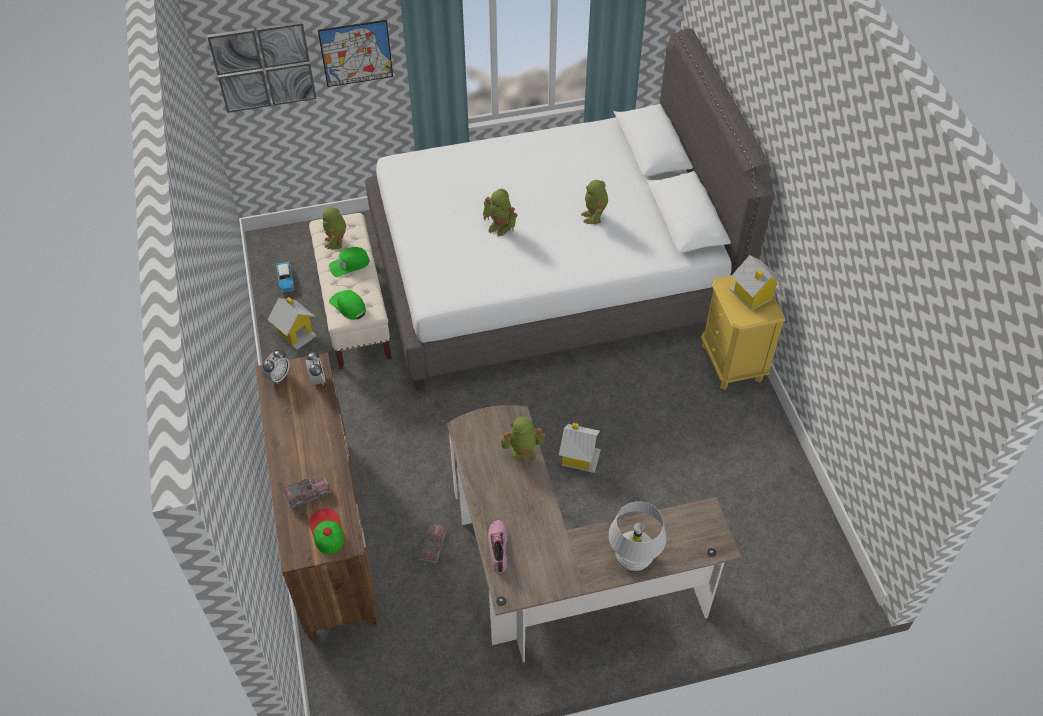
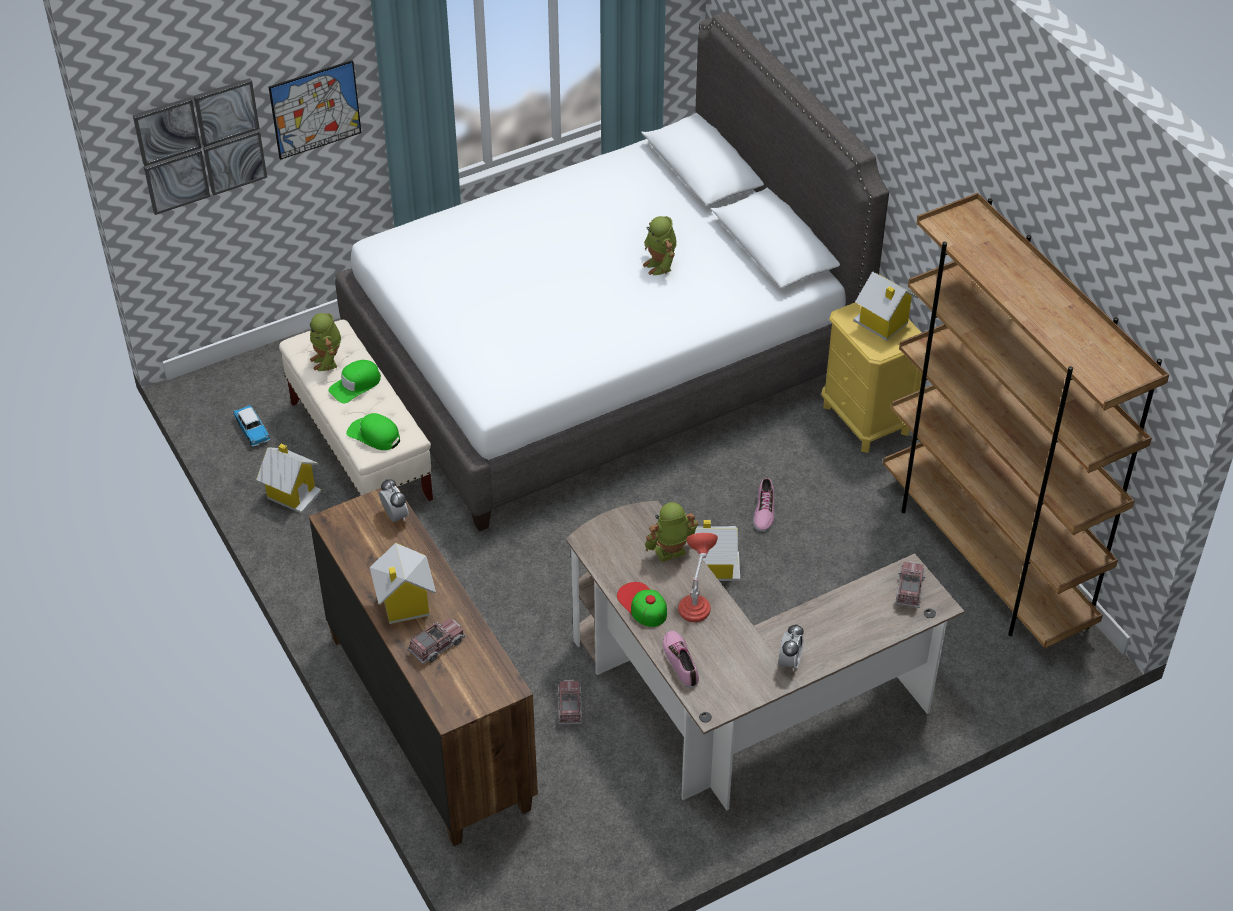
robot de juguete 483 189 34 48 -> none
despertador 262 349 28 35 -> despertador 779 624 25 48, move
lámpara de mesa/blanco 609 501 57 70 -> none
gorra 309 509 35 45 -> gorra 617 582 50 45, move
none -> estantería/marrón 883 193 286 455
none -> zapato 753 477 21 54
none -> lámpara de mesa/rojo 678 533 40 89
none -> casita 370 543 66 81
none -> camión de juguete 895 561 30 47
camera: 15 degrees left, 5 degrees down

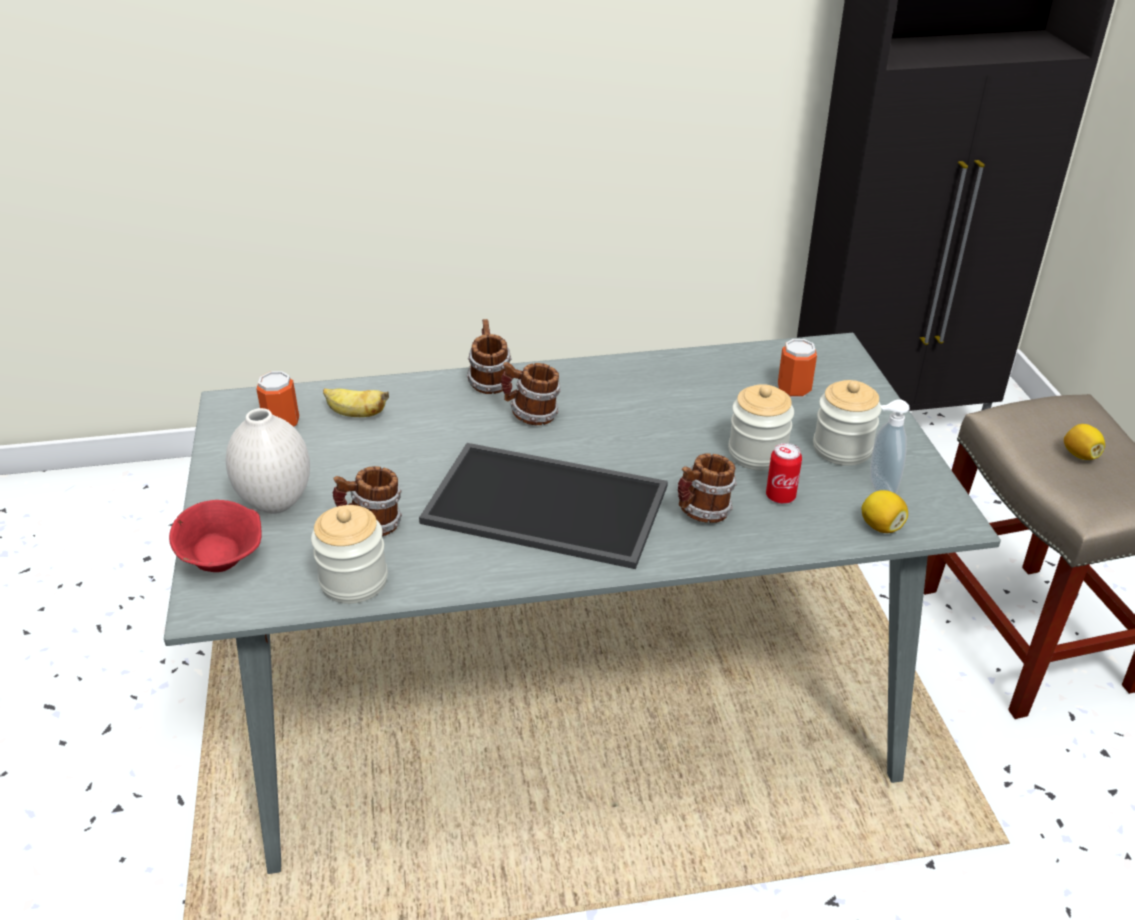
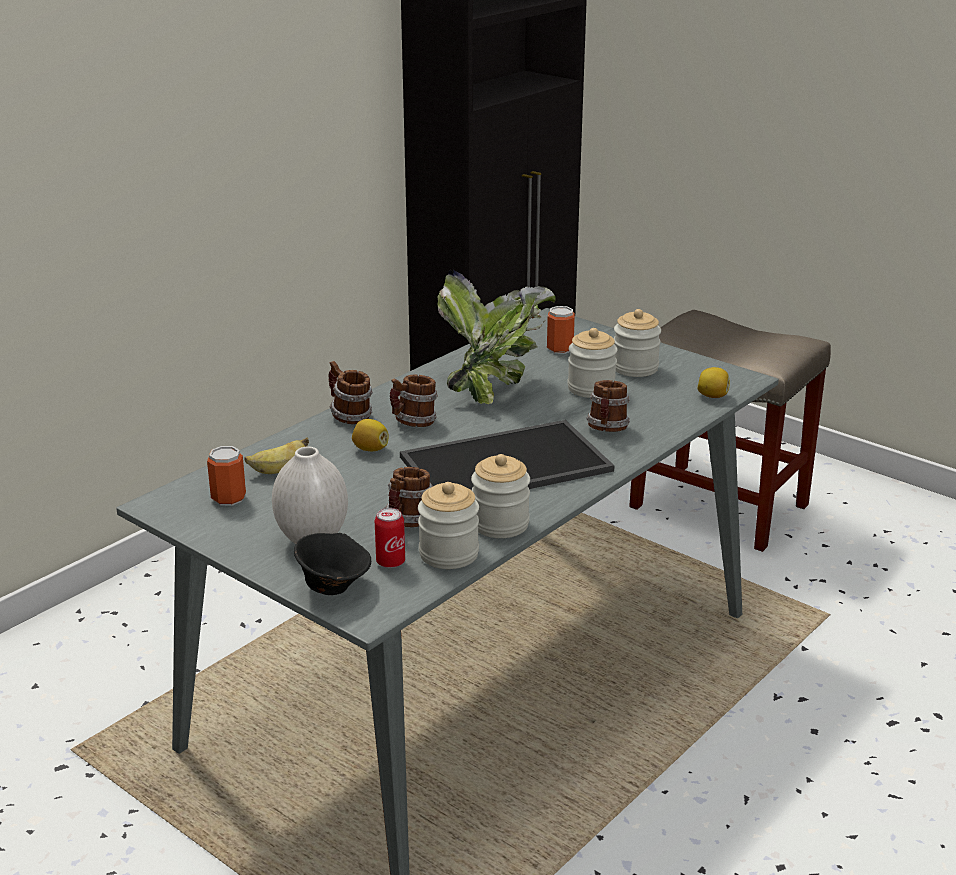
dispensador de jabón 870 399 40 95 -> none
limón 1064 424 41 36 -> limón 352 419 36 32, move
lata 766 443 36 61 -> lata 375 508 30 60, move
cuenco/rojo 169 500 92 72 -> cuenco/negro 294 533 77 62
none -> planta en maceta 437 269 118 135
none -> tarro 471 454 59 84
camera: 40 degrees left, 10 degrees down

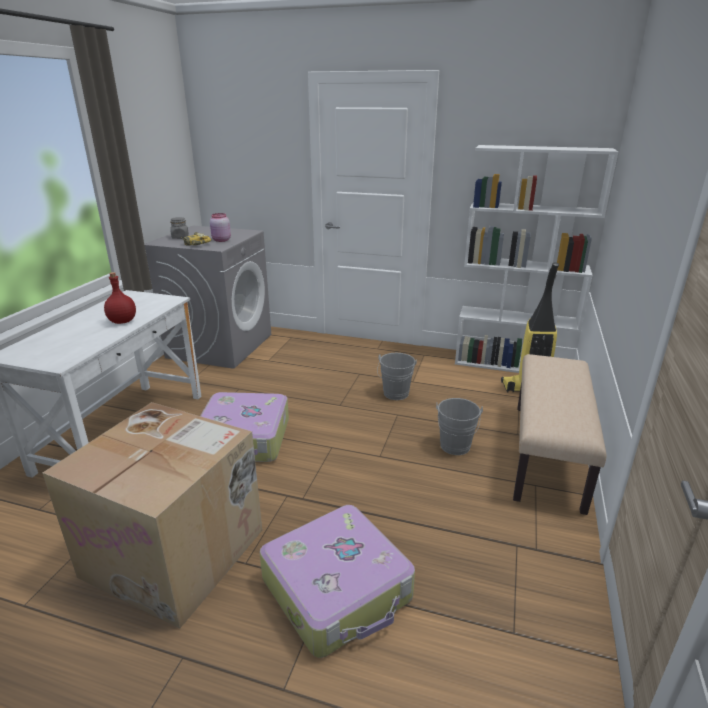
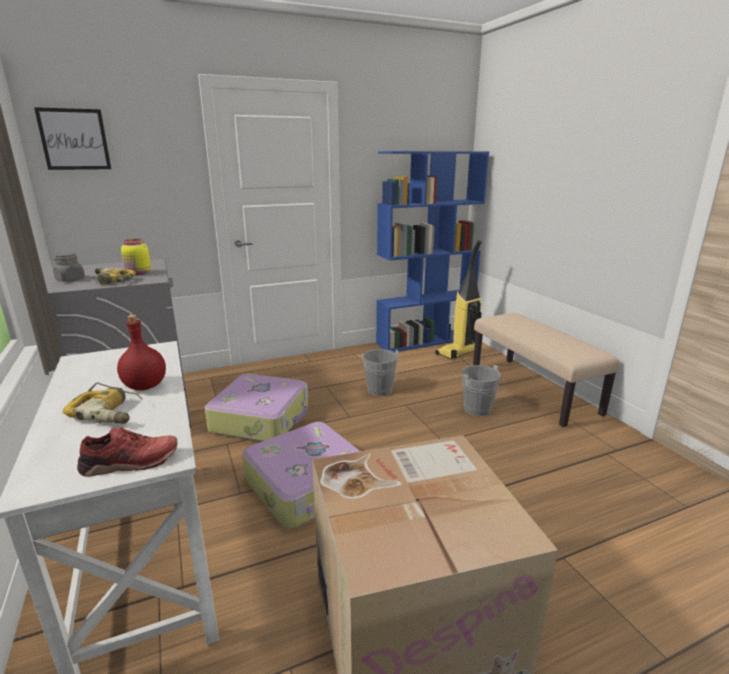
estantería/blanco 455 145 163 228 -> estantería/azul 376 151 113 201
tarro/rosa 210 213 21 29 -> tarro/amarillo 121 239 30 36
maleta 260 505 155 153 -> maleta 205 374 103 67, move
none -> cuadro 34 107 77 63
none -> taladro 62 383 81 41
none -> zapato/rojo 77 427 100 50
camera: 40 degrees left, 5 degrees down

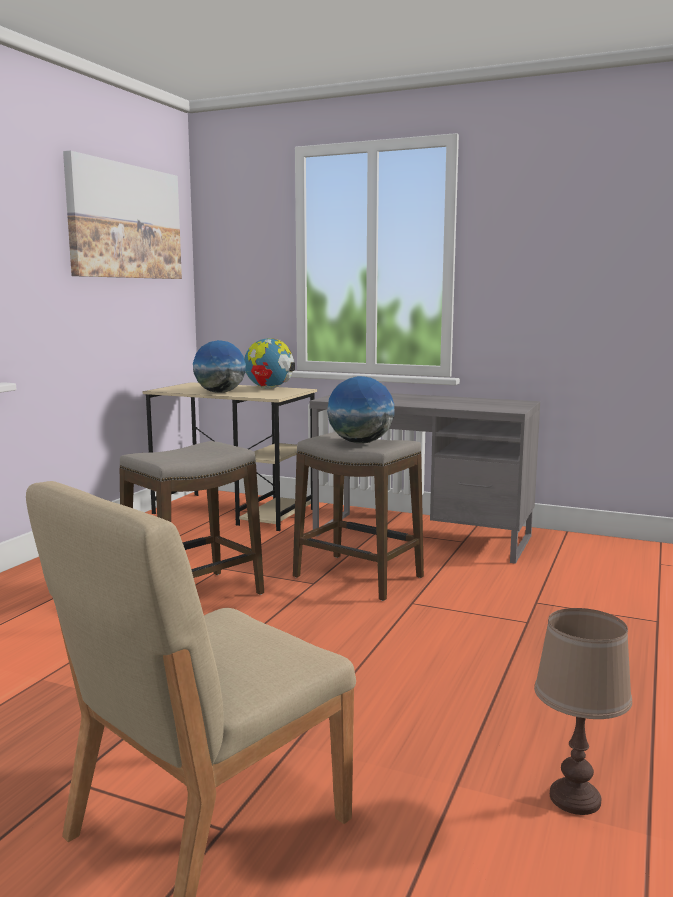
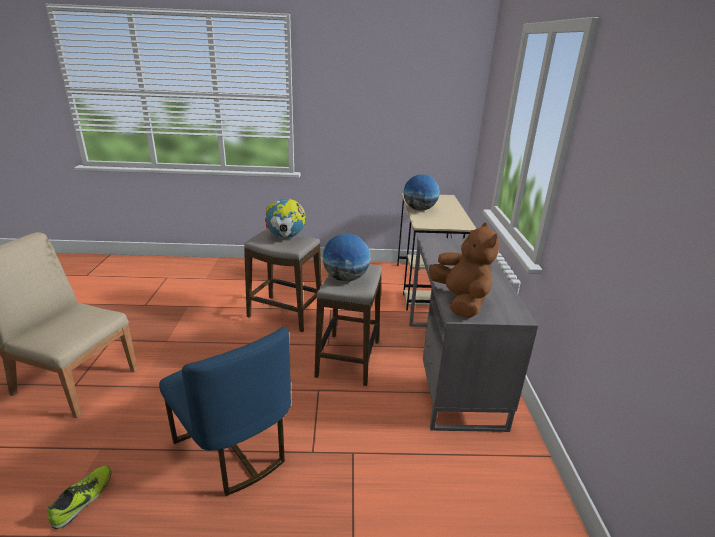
cuadro 63 151 119 128 -> none
globo terráqueo 244 338 51 51 -> globo terráqueo 265 199 41 39, move
lámpara de mesa/marrón 534 608 98 207 -> zapato 47 466 64 63
none -> peluche/marrón 429 223 70 95
none -> silla/azul 159 327 132 169
camera: 65 degrees right, 15 degrees up

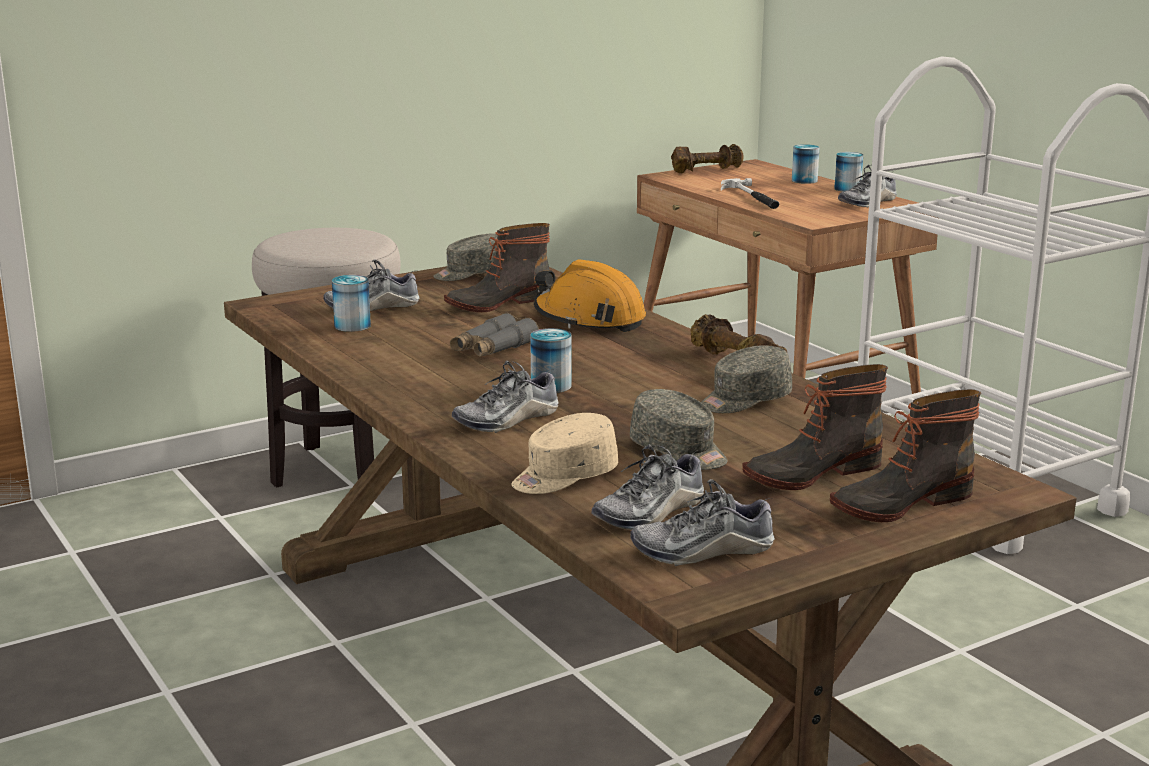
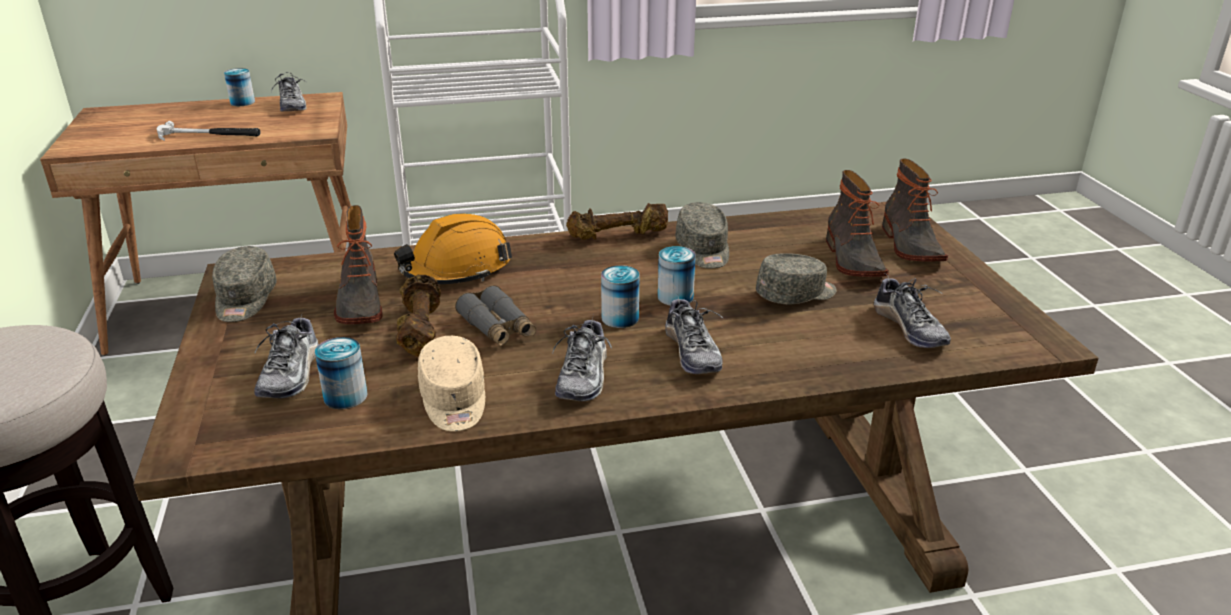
mancuerna/marrón 671 144 73 29 -> mancuerna/marrón 396 275 45 82, move
lata 792 144 28 40 -> lata 658 246 38 60, move
gorra/beis 512 413 106 81 -> gorra/beis 418 336 67 95, move
zapato 630 479 145 87 -> zapato 552 315 60 86, move
camera: 70 degrees left, 10 degrees up

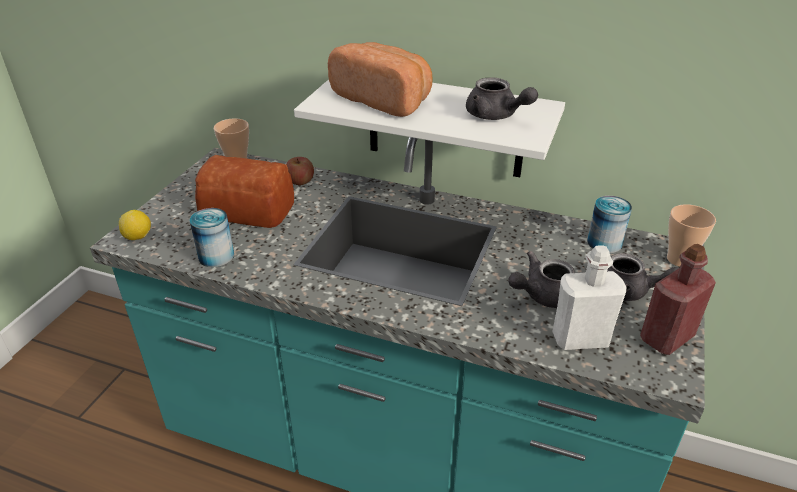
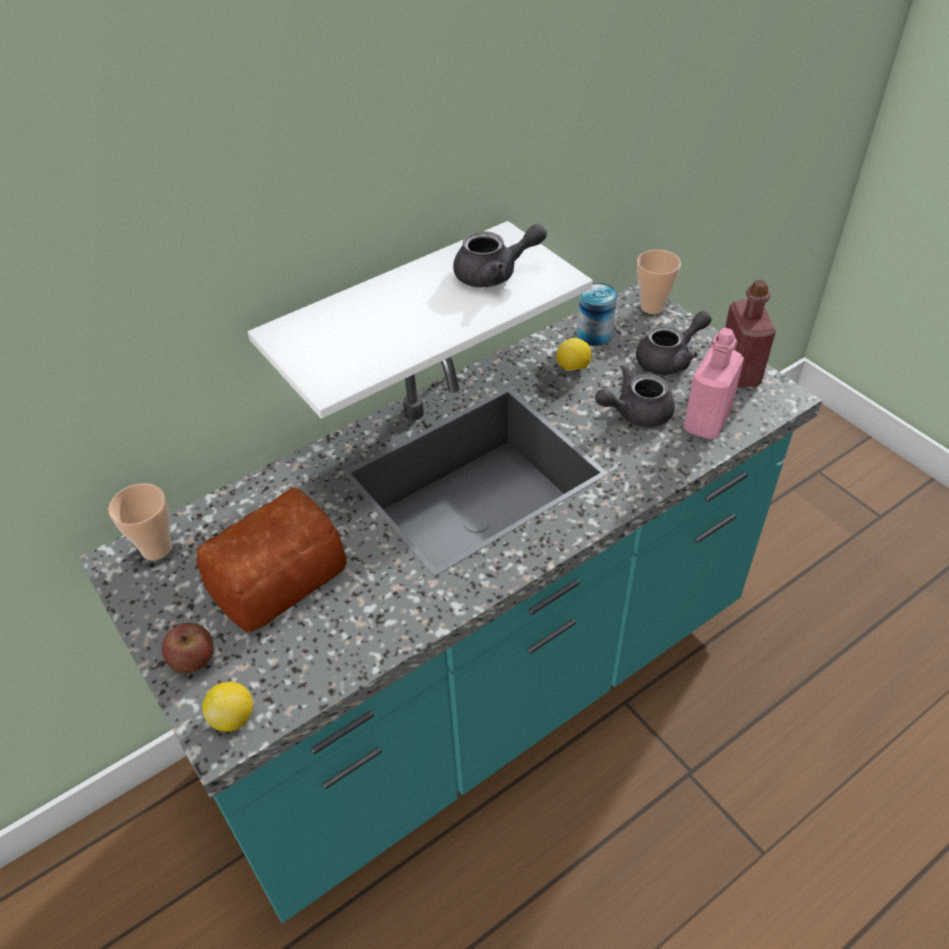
pan 328 42 105 75 -> none
manzana 286 157 28 28 -> manzana 162 623 51 50, move
lata 189 208 45 59 -> none
botella/blanco 552 245 74 105 -> botella/rosa 684 328 60 111
tetera/gris 508 251 67 57 -> tetera/gris 595 364 80 63, 60 degrees clockwise
none -> limón 556 338 35 33
camera: 55 degrees left, 10 degrees up

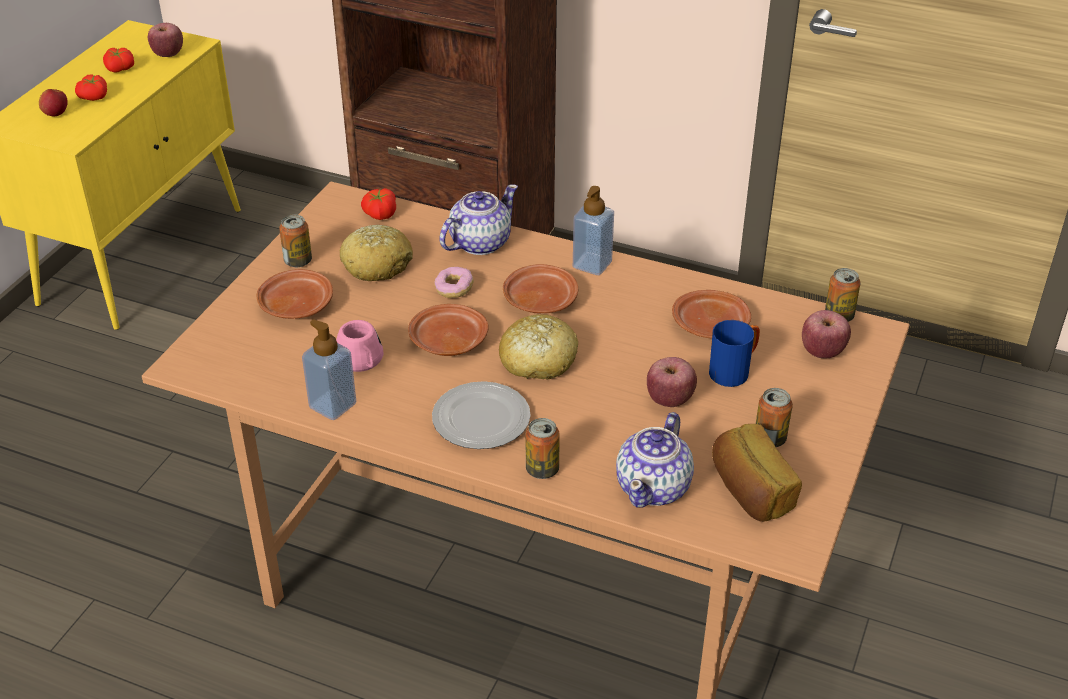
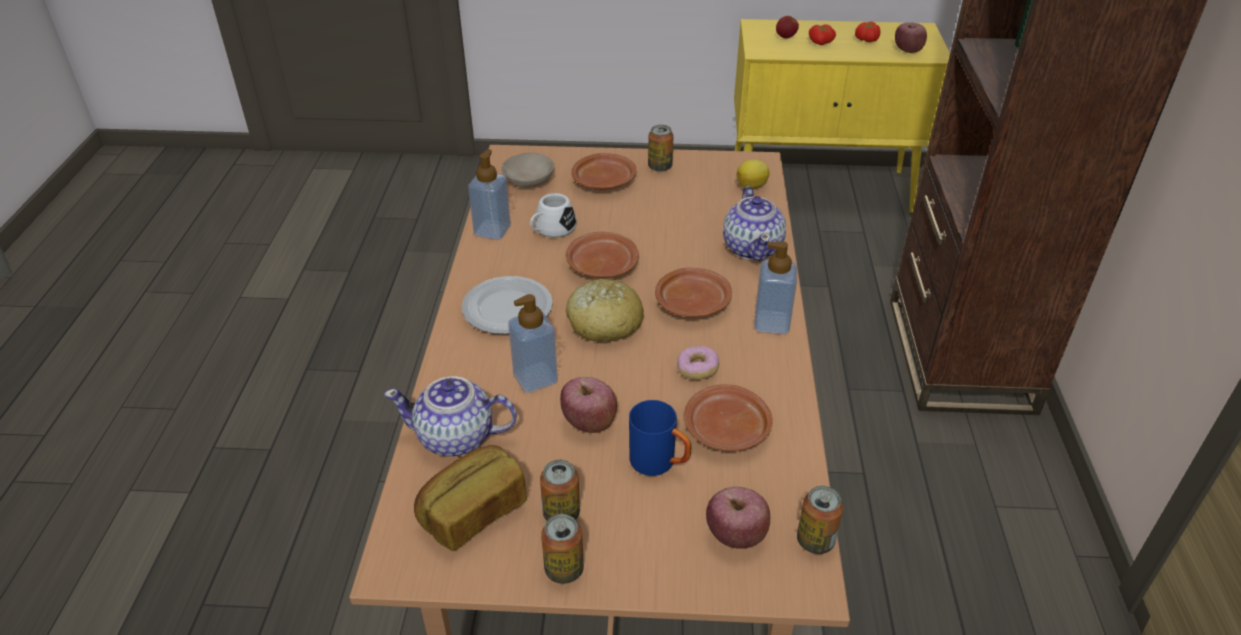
tetera 439 184 79 71 -> tetera 723 186 63 75, 60 degrees clockwise
tomate 361 188 35 32 -> limón 737 159 33 30
pan 340 225 73 56 -> none
rosquilla 435 267 39 31 -> rosquilla 677 346 42 34, move
taza grande/rosa 336 320 47 52 -> taza grande/blanco 530 193 47 45
lata 525 418 35 61 -> lata 541 514 43 70, move
none -> cuenco/beis 501 153 53 35
none -> dispensador de jabón 508 294 50 99
camera: 70 degrees right, 0 degrees up

